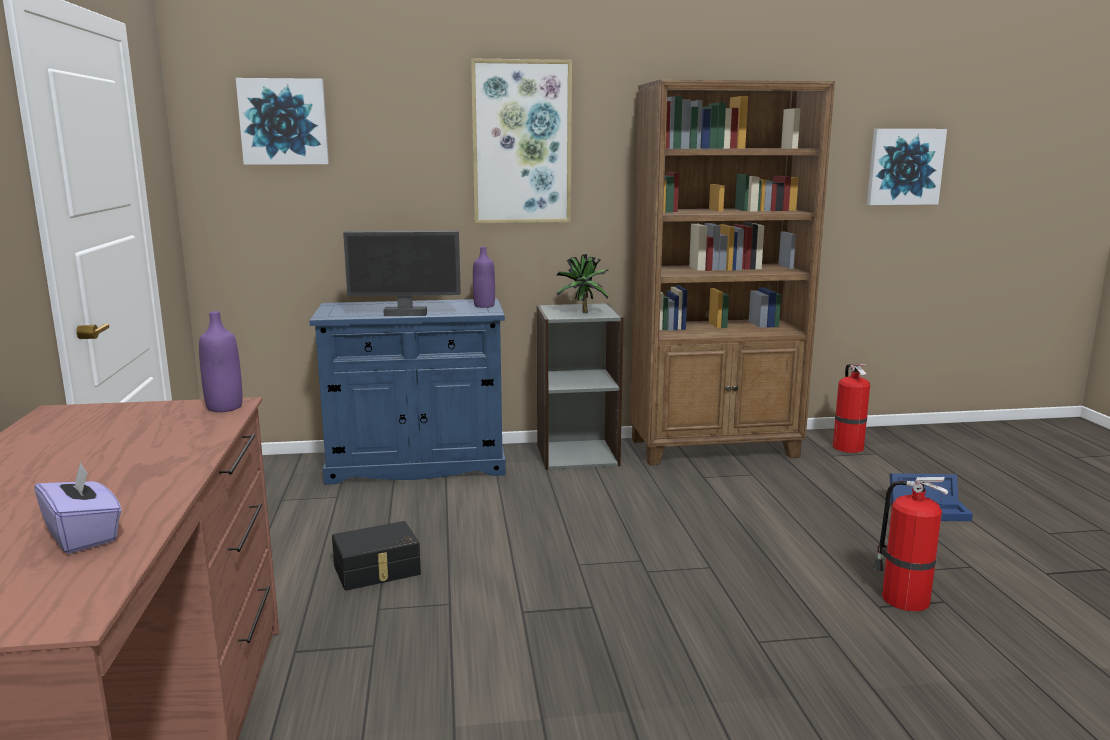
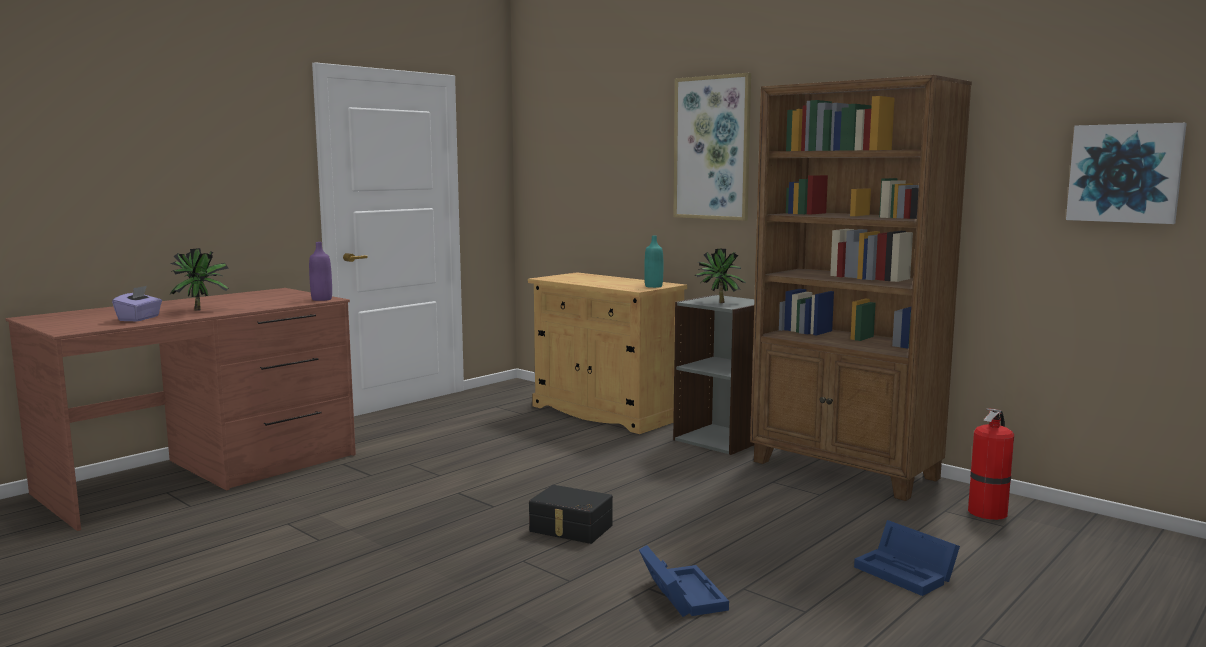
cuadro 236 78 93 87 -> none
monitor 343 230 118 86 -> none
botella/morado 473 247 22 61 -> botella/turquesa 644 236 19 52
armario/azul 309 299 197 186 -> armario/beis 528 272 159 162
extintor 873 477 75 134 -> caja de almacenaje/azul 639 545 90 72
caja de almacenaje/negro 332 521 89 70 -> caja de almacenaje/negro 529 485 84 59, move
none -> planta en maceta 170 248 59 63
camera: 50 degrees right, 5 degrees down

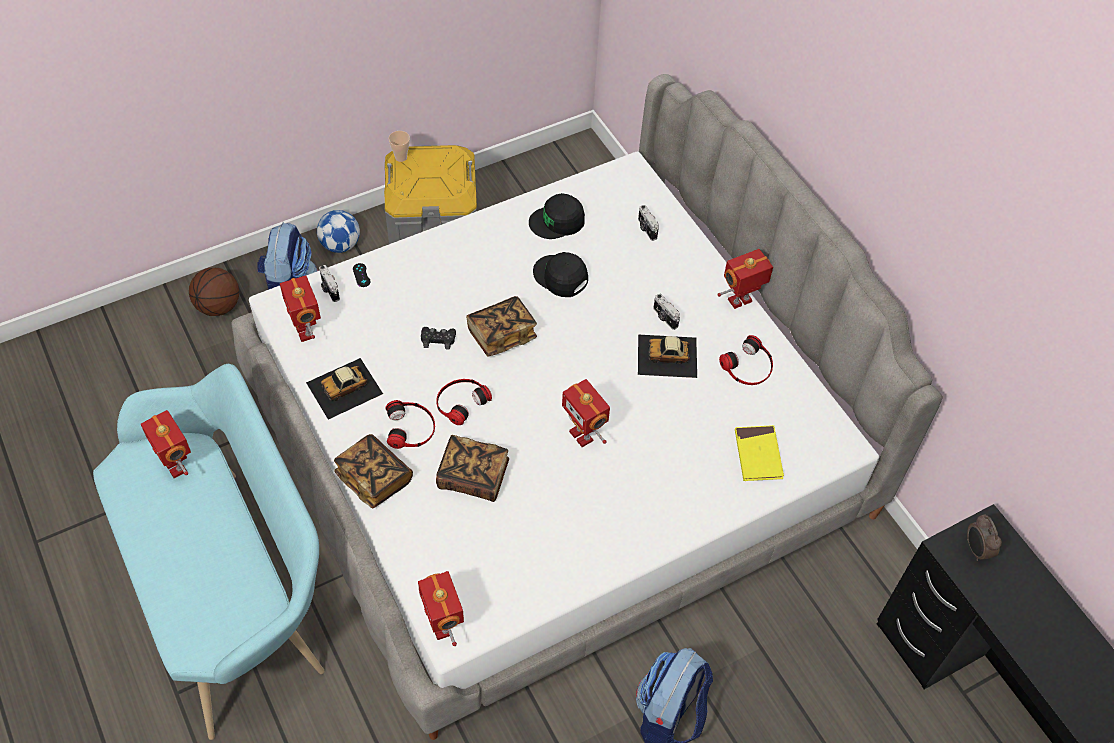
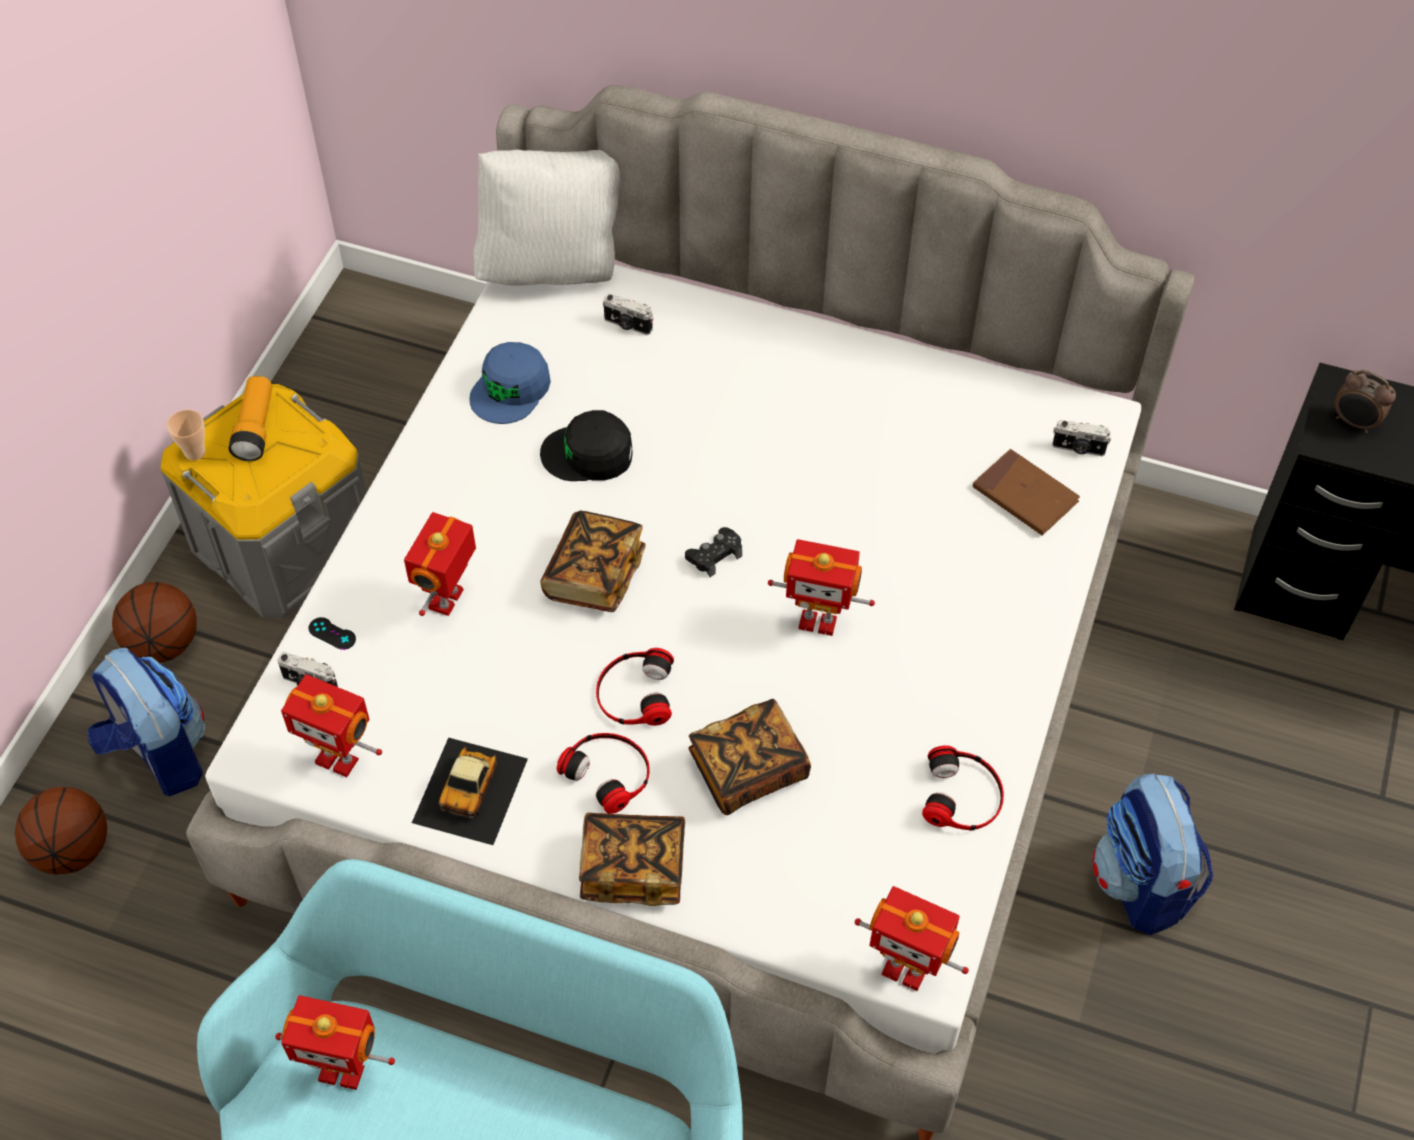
gorra/negro 529 193 56 46 -> gorra/azul 469 342 82 82
balón de fútbol 317 210 43 43 -> balón de baloncesto 112 582 85 81
robot de juguete 717 249 56 60 -> robot de juguete 404 512 72 104, move
cámara 653 293 27 37 -> cámara 1052 420 60 36, move
mando de consola/negro 421 327 35 23 -> mando de consola/negro 685 527 57 50, move
coche de juguete 638 335 59 43 -> none
auriculares 719 335 54 50 -> auriculares 922 745 82 86, move
libro/amarillo 735 425 49 56 -> libro/marrón 973 449 107 86
none -> cojín/blanco 473 150 147 136
none -> linterna 229 376 43 85
camera: 40 degrees left, 0 degrees up

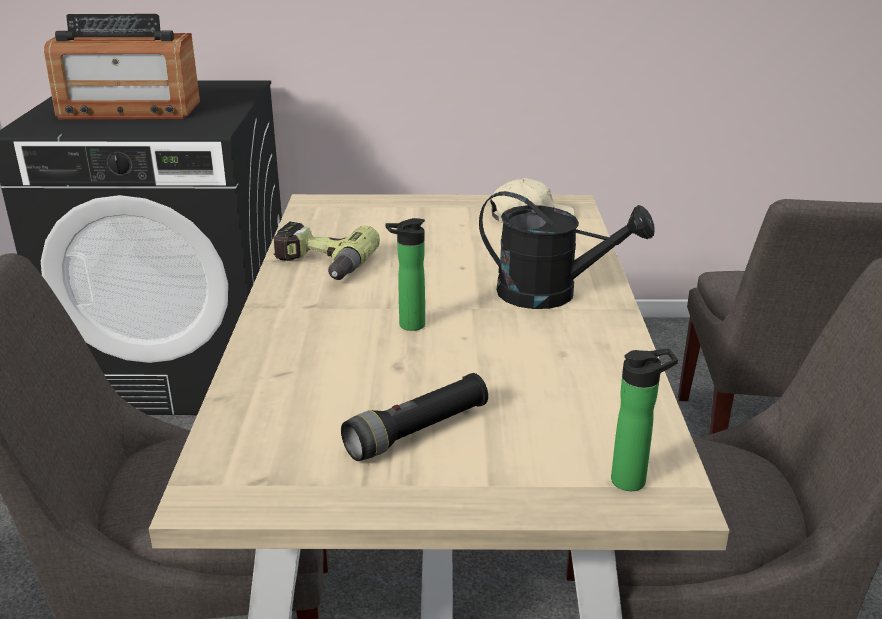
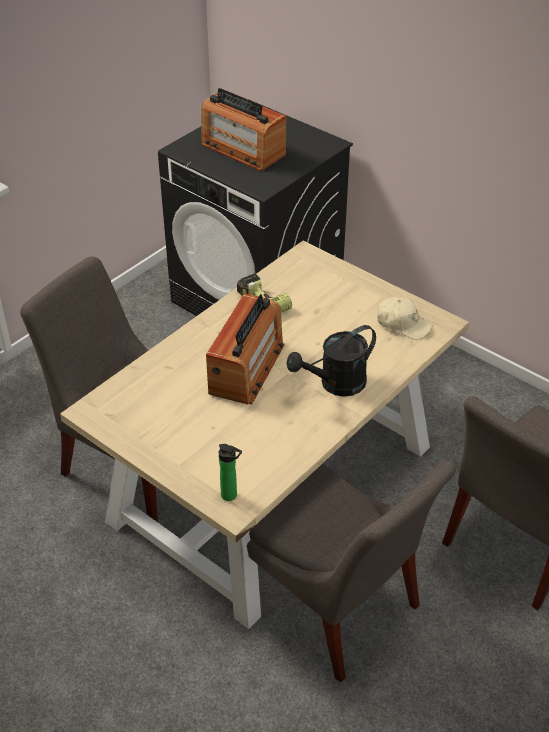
regadera/negro 479 191 175 118 -> regadera/negro 286 325 90 72, 90 degrees clockwise
botella 385 218 40 113 -> radio 206 293 79 112
linterna/negro 341 373 147 88 -> none
camera: 40 degrees right, 15 degrees up

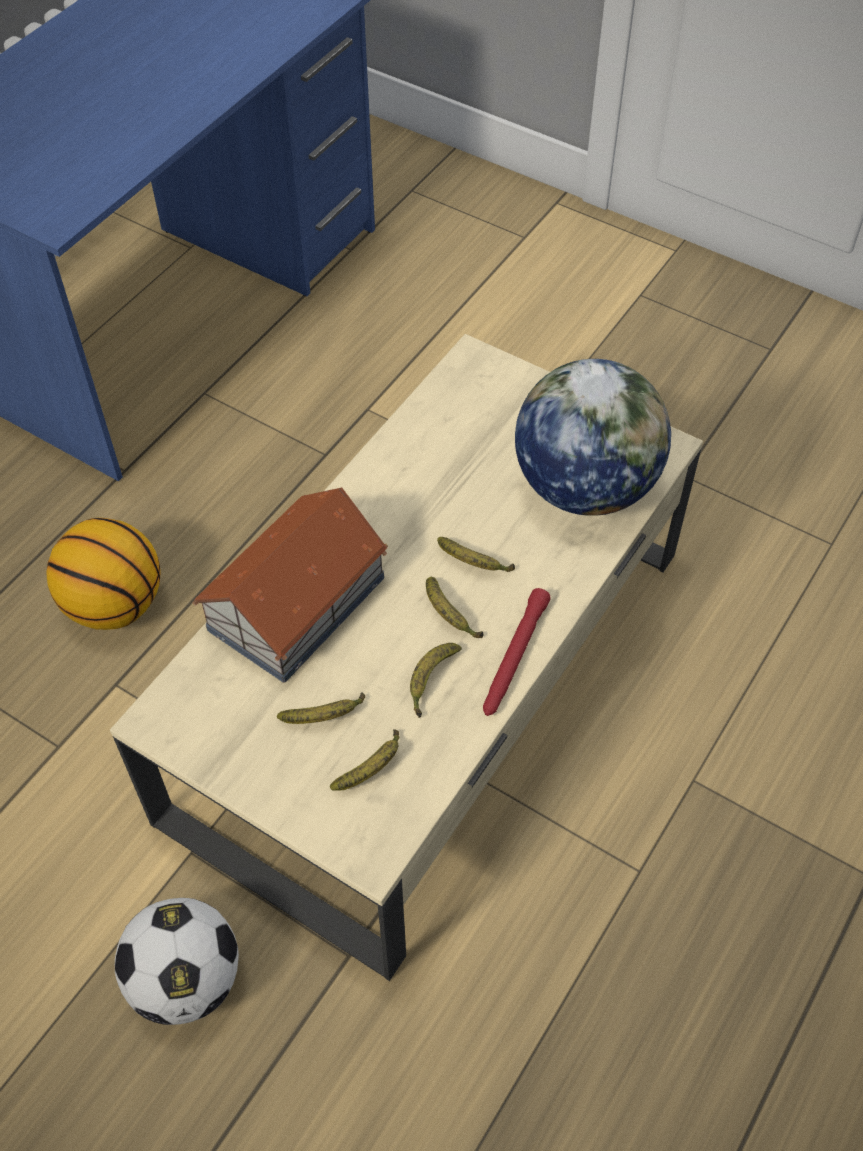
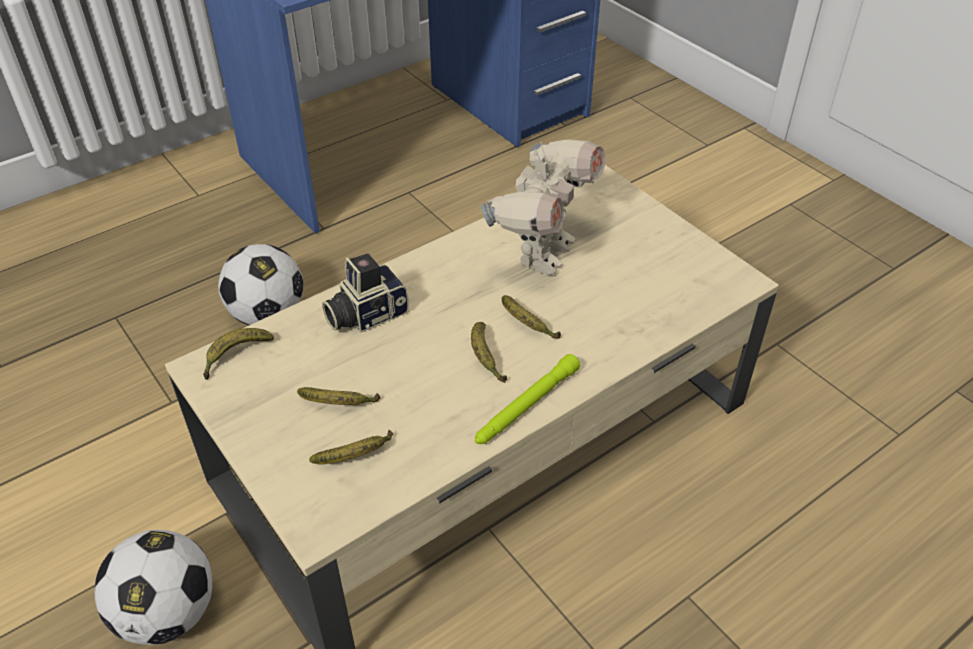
globo terráqueo 515 359 156 157 -> none
casita 193 487 195 196 -> cámara 322 253 87 80
balón de baloncesto 47 518 114 112 -> balón de fútbol 218 244 86 81
linterna/rojo 483 588 68 128 -> linterna/verde 475 354 105 90
plátano 410 643 52 75 -> plátano 203 328 71 52, move
none -> robot de juguete 481 139 124 136
camera: 20 degrees right, 10 degrees down

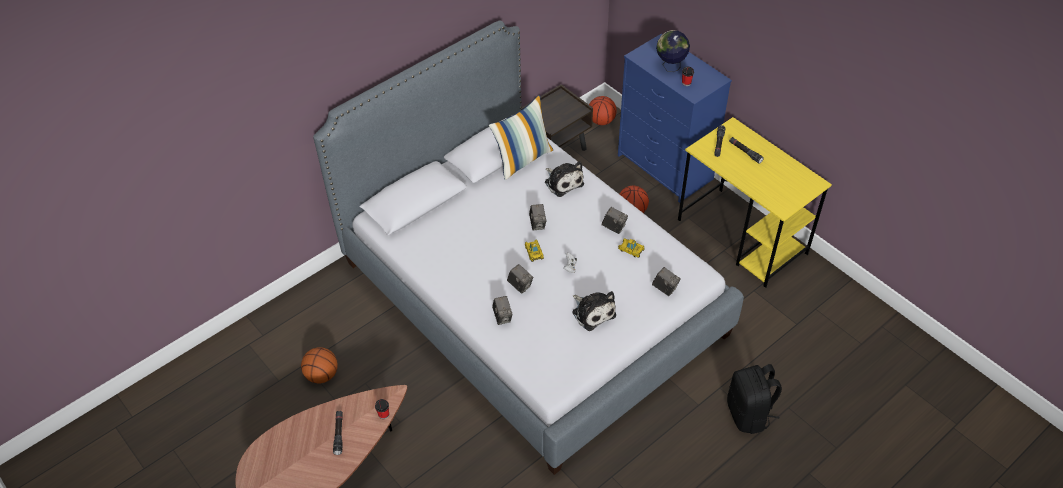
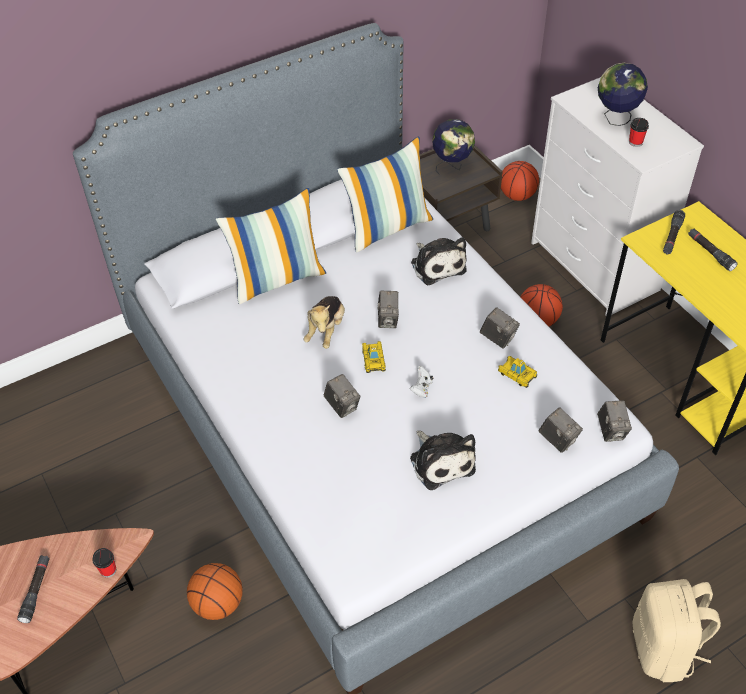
cómoda/azul 618 34 114 169 -> cómoda/blanco 531 77 173 239
cámara 492 296 21 29 -> cámara 597 400 35 42, move
balón de baloncesto 301 347 37 36 -> balón de baloncesto 187 563 56 57, move
mochila/negro 727 364 55 70 -> mochila/beis 633 579 88 103
none -> globo terráqueo 432 119 43 56
none -> cojín 216 188 110 117
none -> peluche 304 296 41 53
camera: 10 degrees right, 0 degrees up

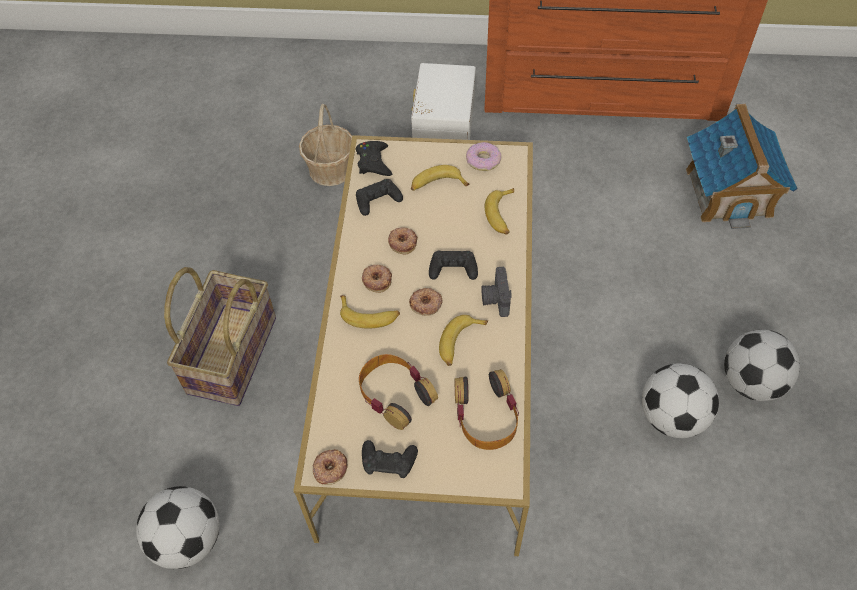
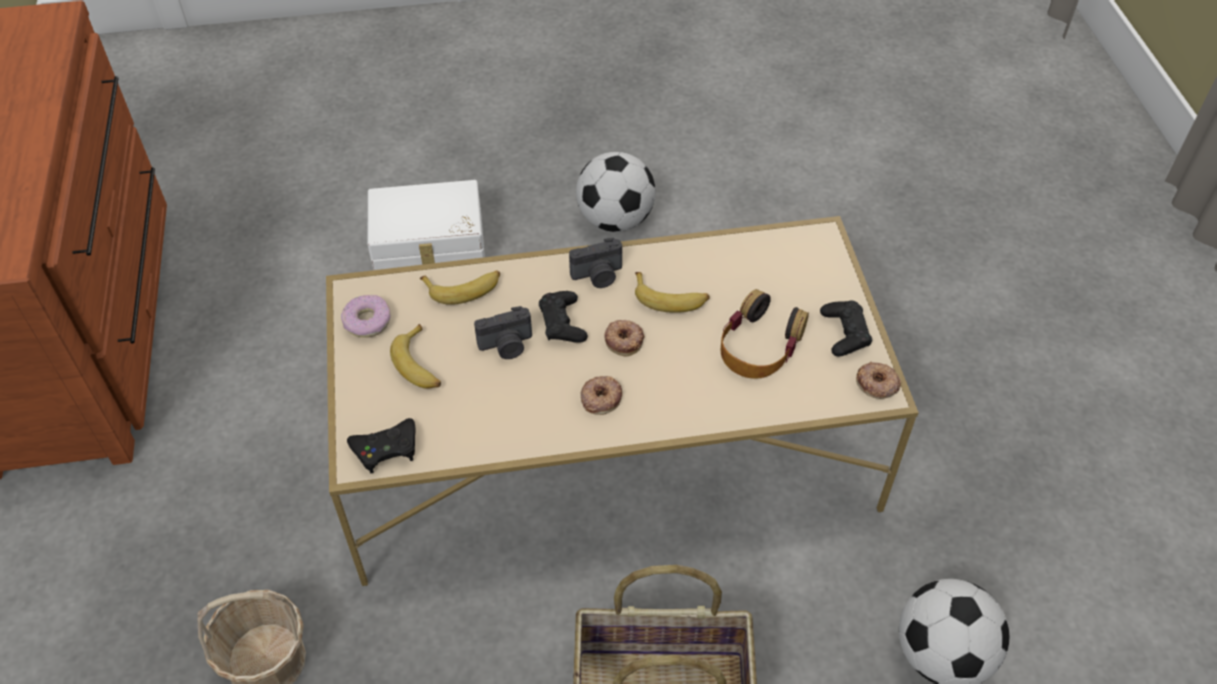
caja de almacenaje/blanco 411 63 65 77 -> caja de almacenaje/blanco 368 180 117 90, move
casita 686 103 112 126 -> none
mando de consola/negro 356 179 47 37 -> none
rosquilla 388 227 30 27 -> none
plátano 340 295 60 34 -> none
balón de fútbol 724 330 76 71 -> none
auriculares 455 369 64 81 -> none
none -> cámara 474 306 58 53
camera: 105 degrees left, 5 degrees down

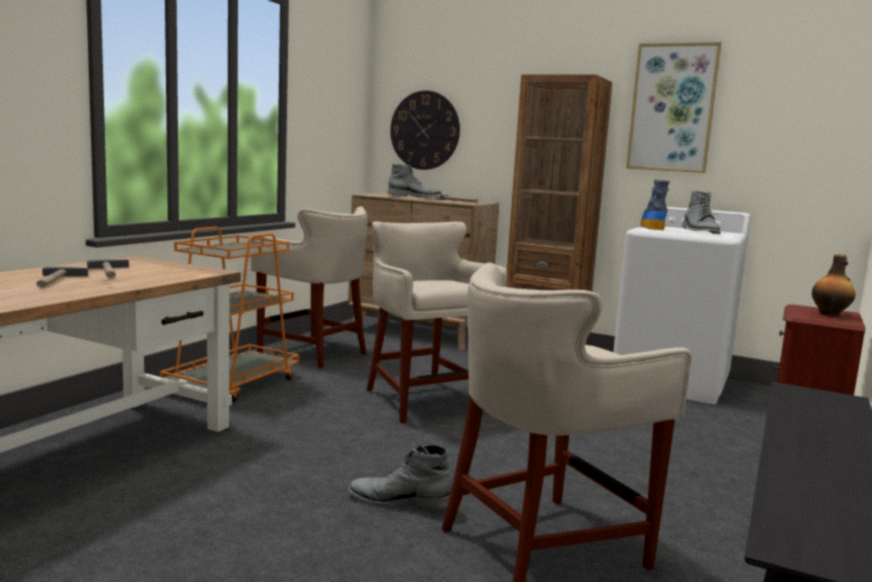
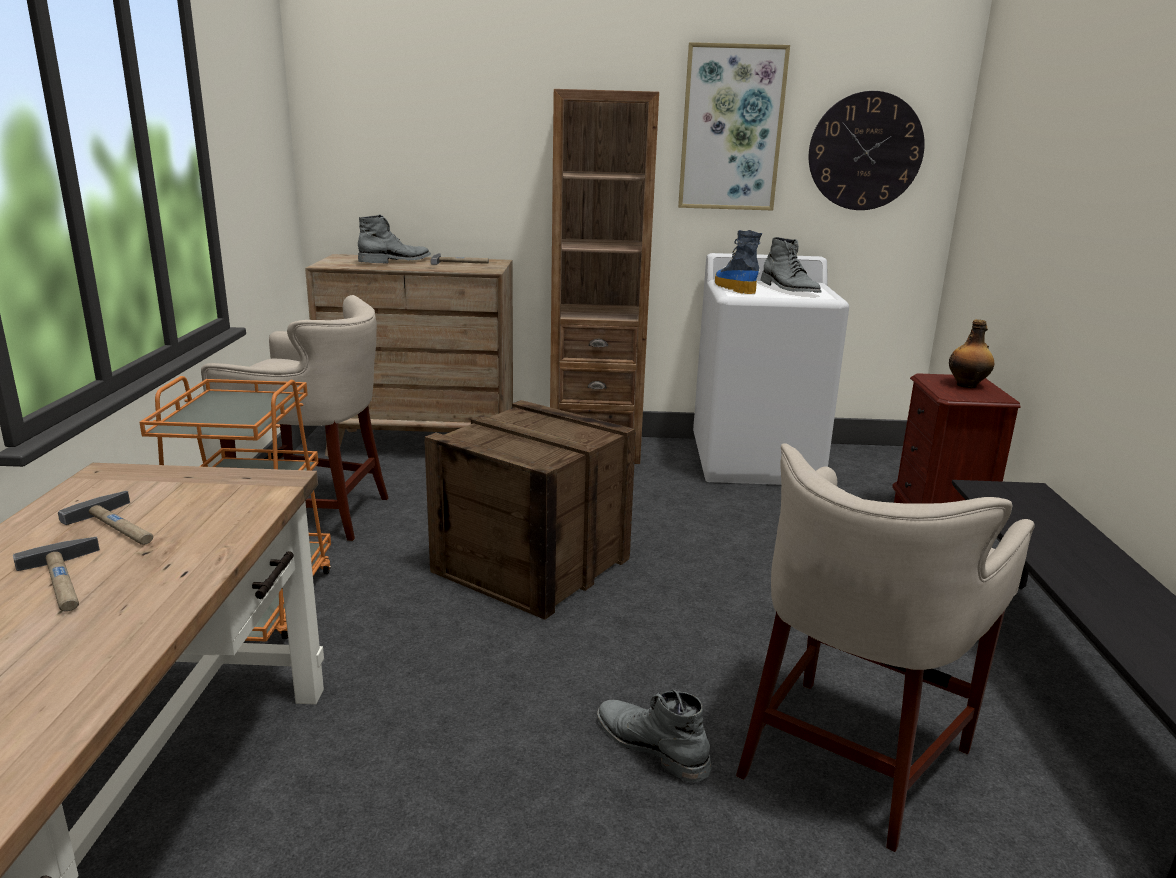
reloj de pared 390 91 70 79 -> reloj de pared 809 91 116 119, move
taburete/beis 366 221 141 203 -> caja de embalaje 424 400 212 220
bota/gris 348 445 104 65 -> bota/gris 597 690 114 92, 60 degrees clockwise
camera: 25 degrees left, 10 degrees up

